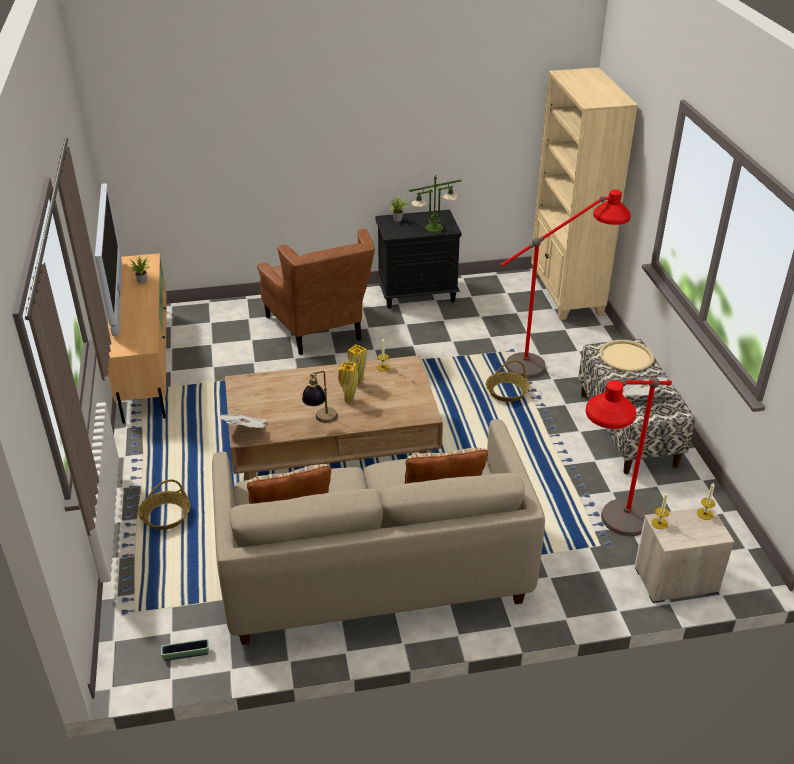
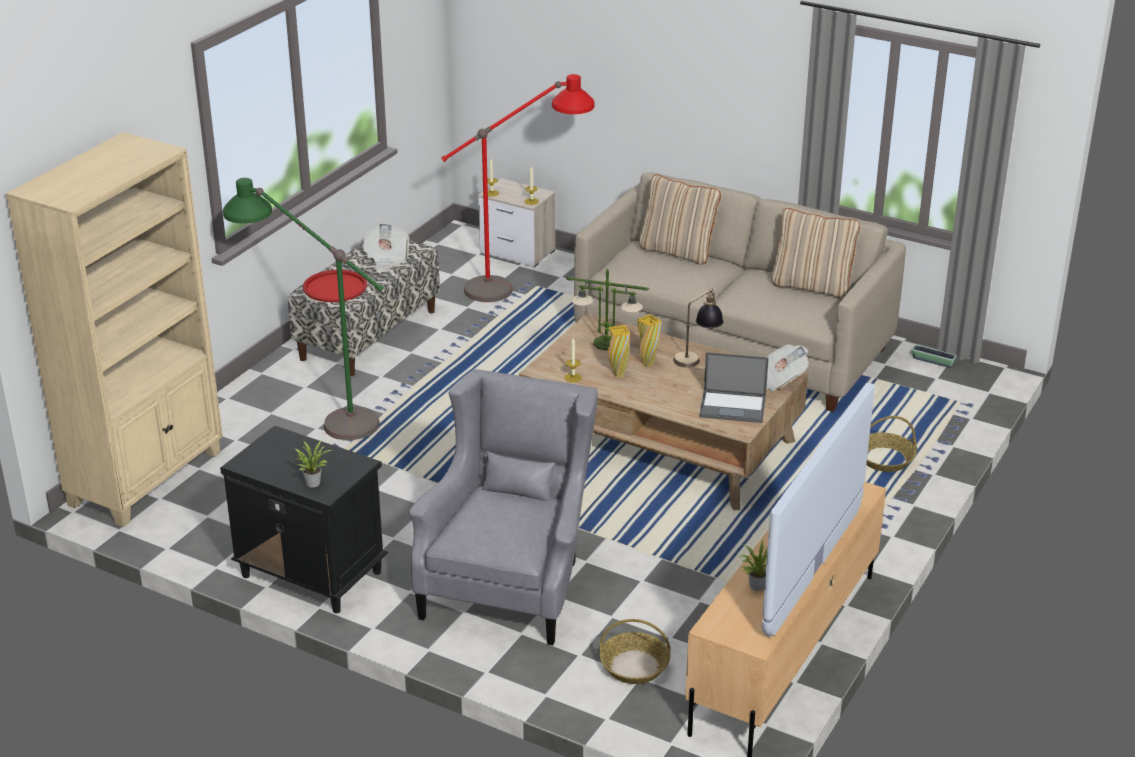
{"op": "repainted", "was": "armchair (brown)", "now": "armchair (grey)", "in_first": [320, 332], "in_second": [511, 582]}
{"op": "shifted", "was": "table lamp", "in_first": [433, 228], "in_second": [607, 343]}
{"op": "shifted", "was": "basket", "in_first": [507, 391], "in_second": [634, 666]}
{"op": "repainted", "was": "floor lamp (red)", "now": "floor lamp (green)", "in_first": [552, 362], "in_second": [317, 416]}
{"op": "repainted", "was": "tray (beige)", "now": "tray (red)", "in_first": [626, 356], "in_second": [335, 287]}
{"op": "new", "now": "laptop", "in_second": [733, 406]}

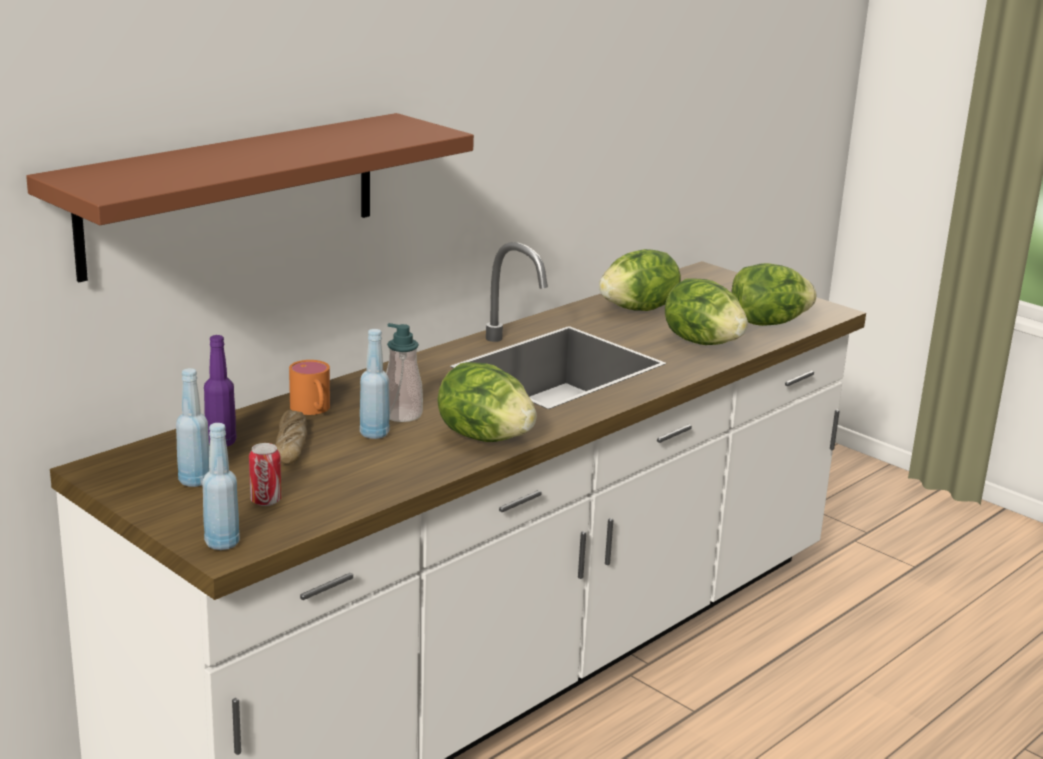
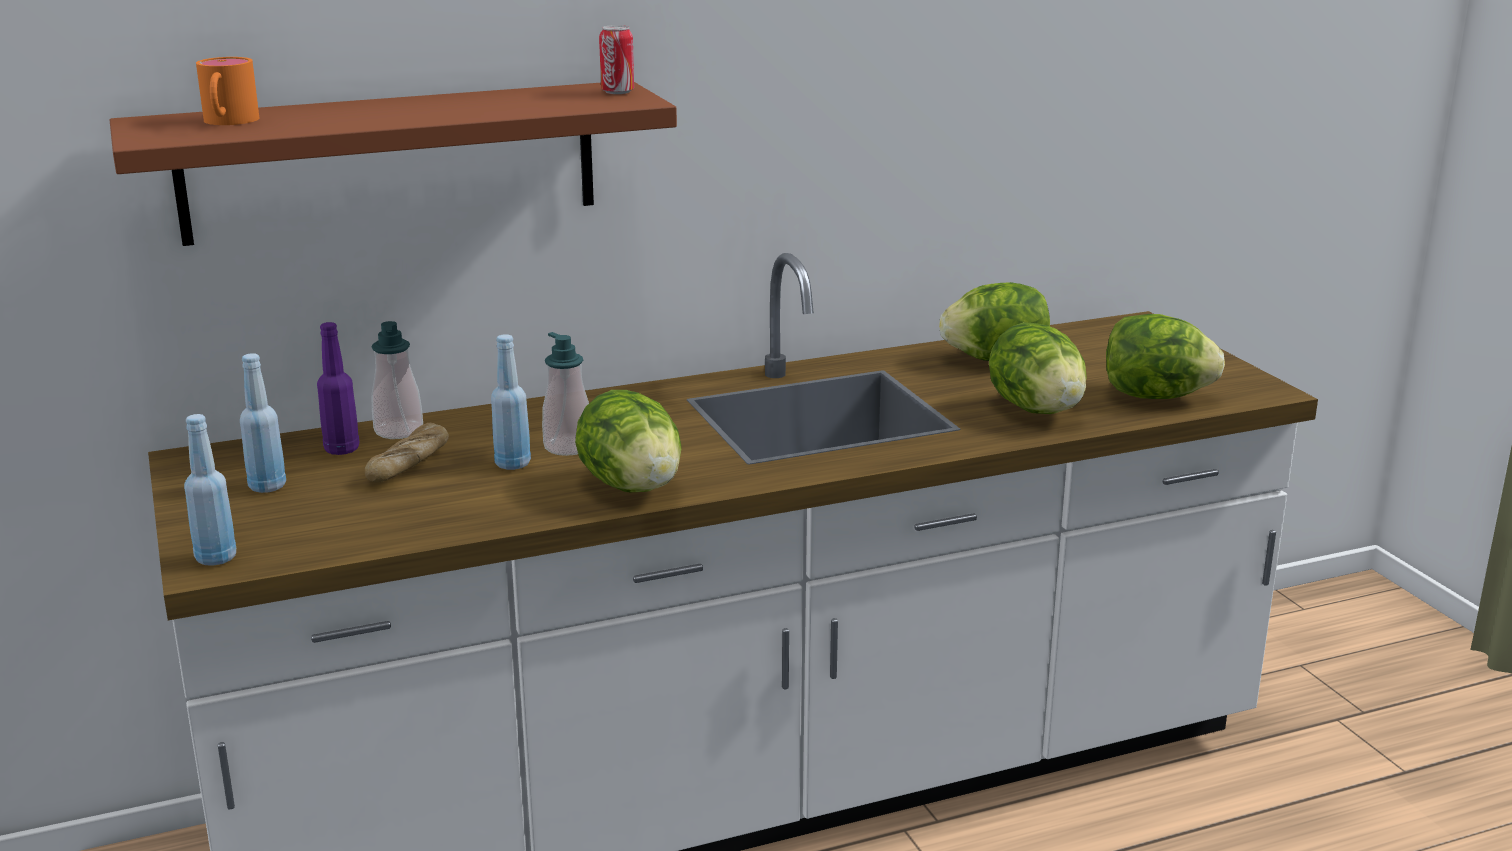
{"op": "shifted", "was": "can", "in_first": [265, 501], "in_second": [617, 92]}
{"op": "shifted", "was": "mug (orange)", "in_first": [313, 410], "in_second": [228, 122]}
{"op": "new", "now": "soap dispenser", "in_second": [398, 431]}

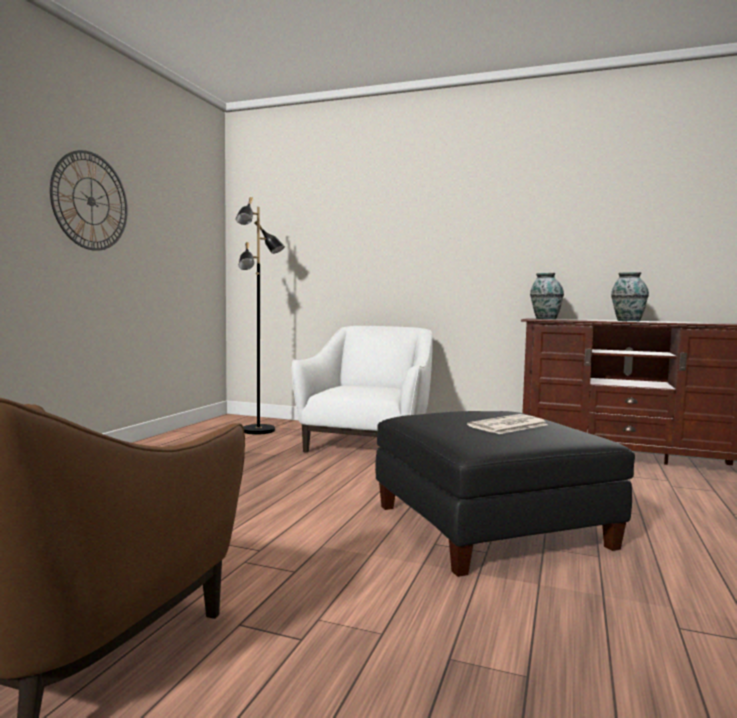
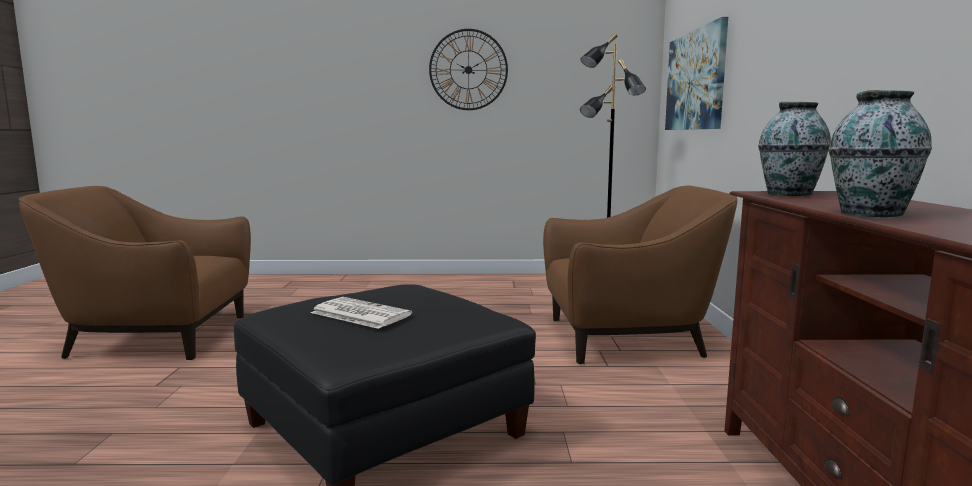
{"op": "repainted", "was": "armchair (white)", "now": "armchair (brown)", "in_first": [368, 445], "in_second": [626, 338]}
{"op": "new", "now": "picture", "in_second": [695, 81]}

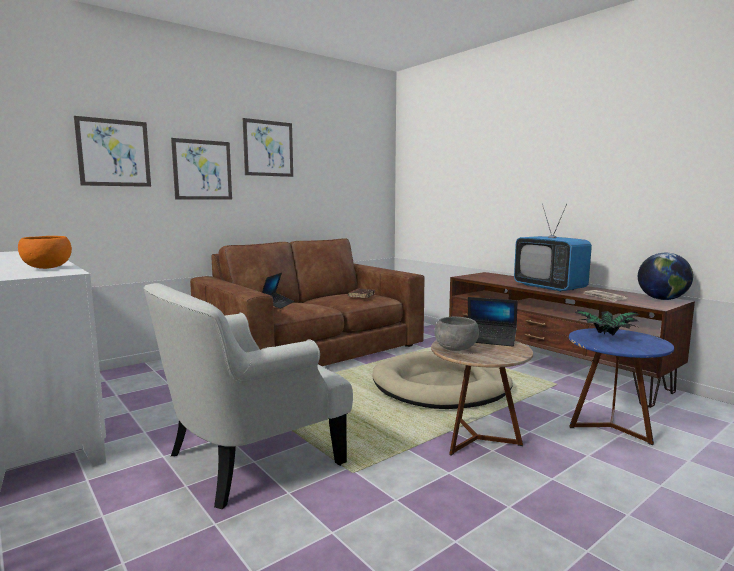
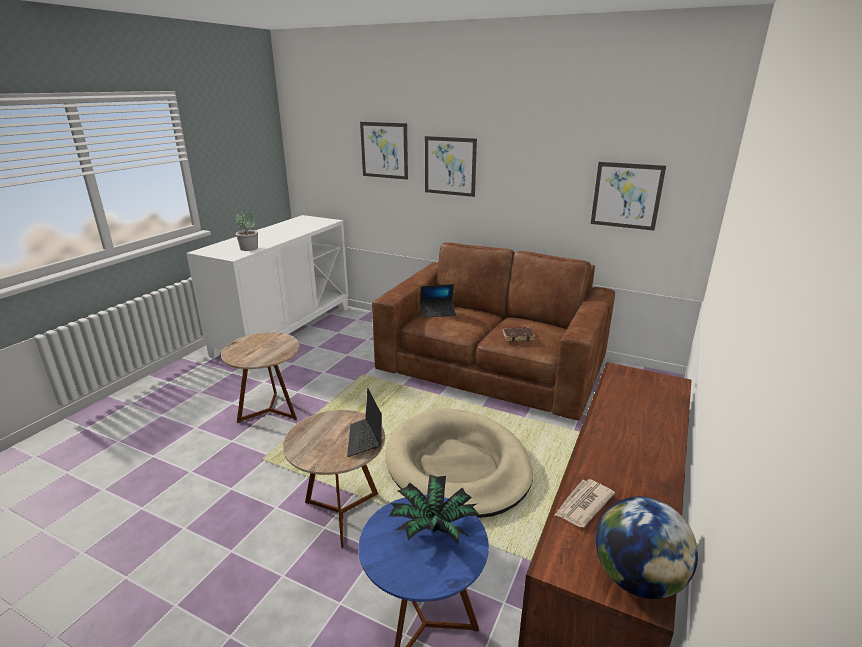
{"op": "swapped", "was": "bowl (orange)", "now": "potted plant", "in_first": [47, 268], "in_second": [248, 248]}
{"op": "swapped", "was": "armchair (white)", "now": "side table (brown)", "in_first": [249, 458], "in_second": [270, 411]}
{"op": "shifted", "was": "picture", "in_first": [268, 148], "in_second": [626, 196]}
{"op": "gone", "was": "bowl (grey)", "in_first": [455, 349]}
{"op": "gone", "was": "television", "in_first": [549, 287]}

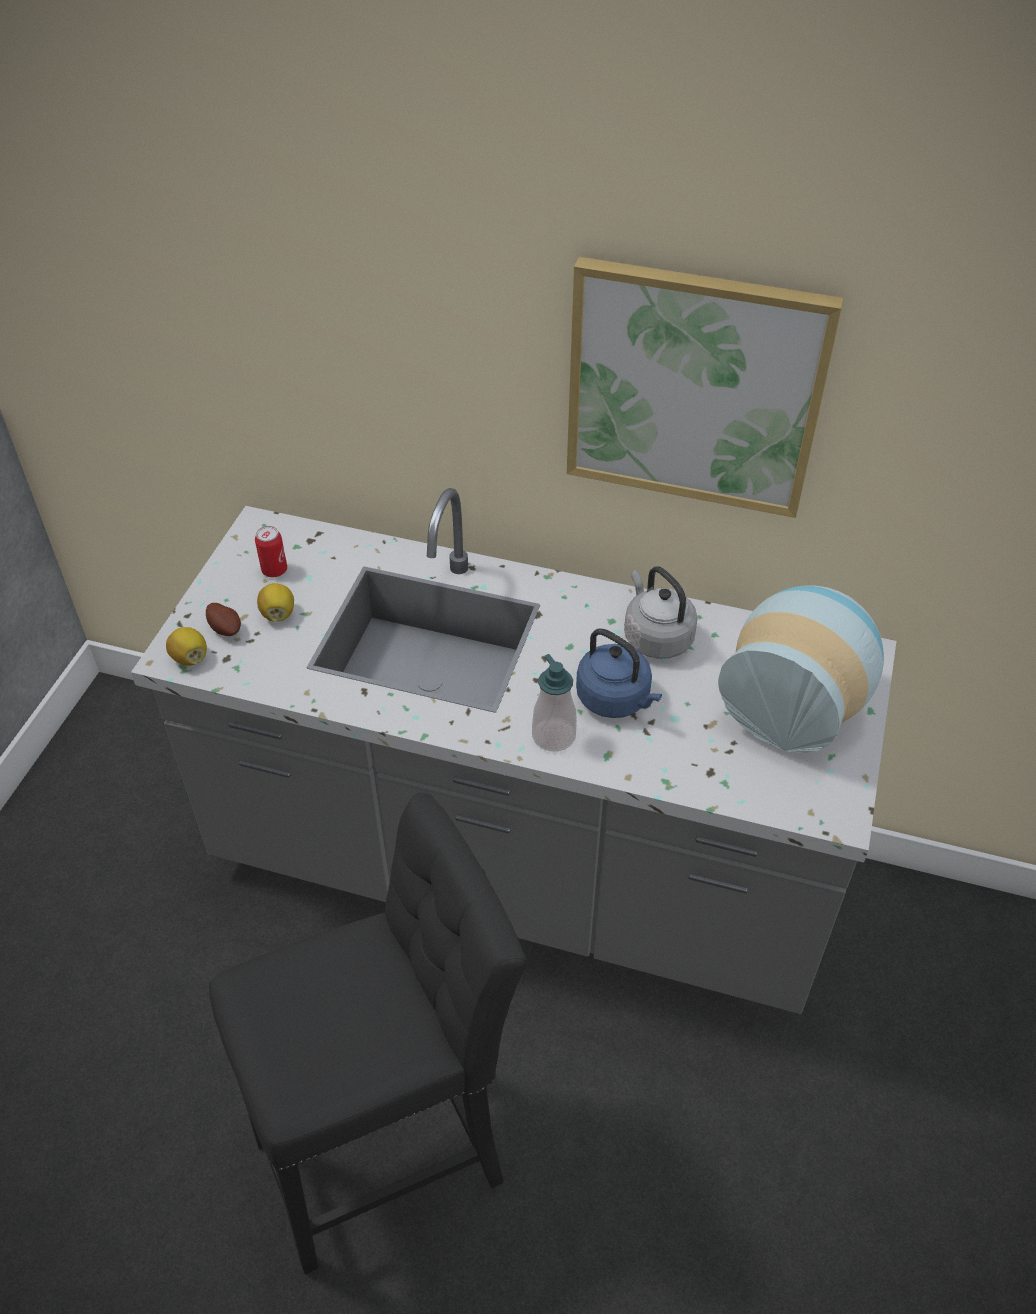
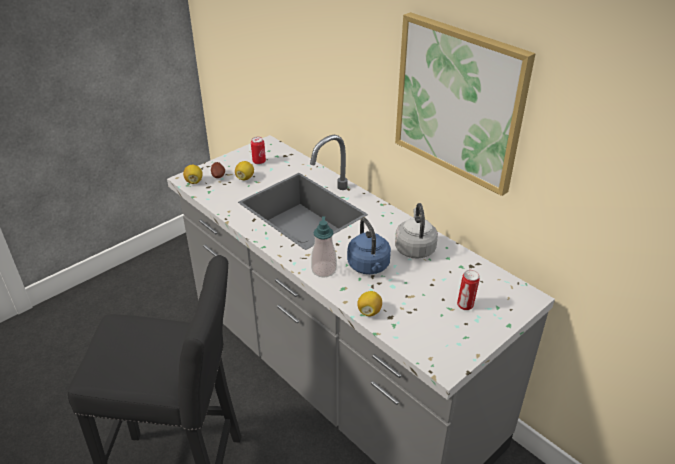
{"op": "swapped", "was": "vase", "now": "can", "in_first": [795, 705], "in_second": [465, 306]}
{"op": "new", "now": "lemon", "in_second": [369, 311]}

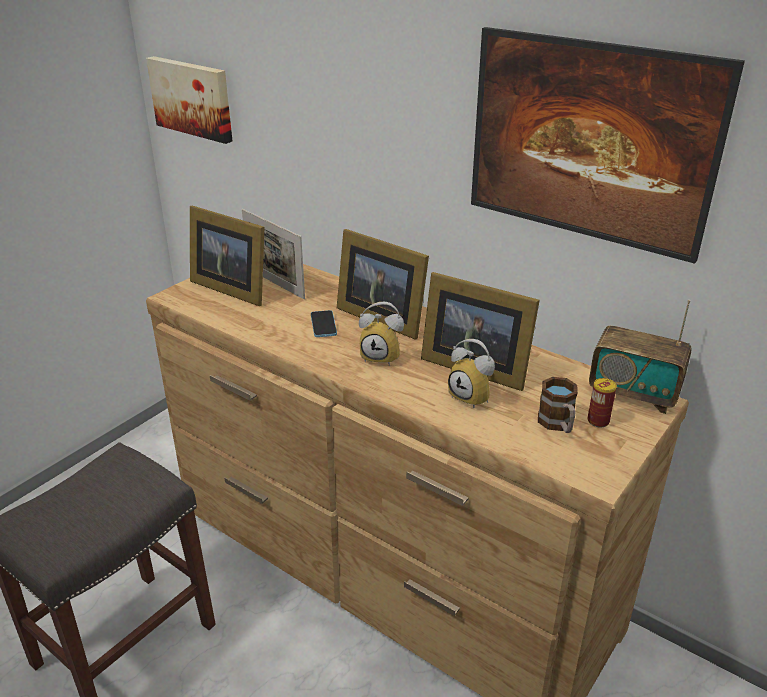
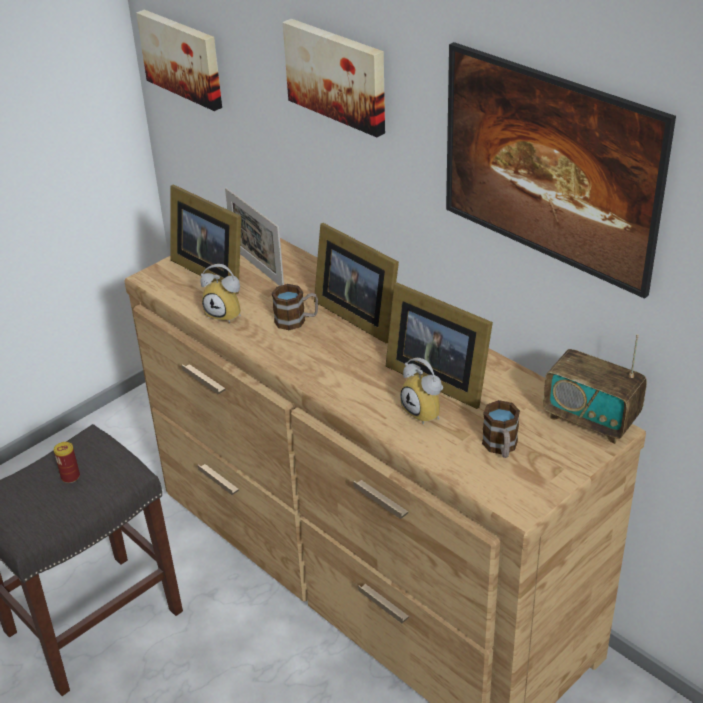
{"op": "swapped", "was": "phone", "now": "mug", "in_first": [323, 325], "in_second": [296, 320]}
{"op": "shifted", "was": "alarm clock", "in_first": [382, 356], "in_second": [227, 314]}
{"op": "shifted", "was": "can", "in_first": [598, 421], "in_second": [70, 477]}
{"op": "new", "now": "picture", "in_second": [337, 75]}

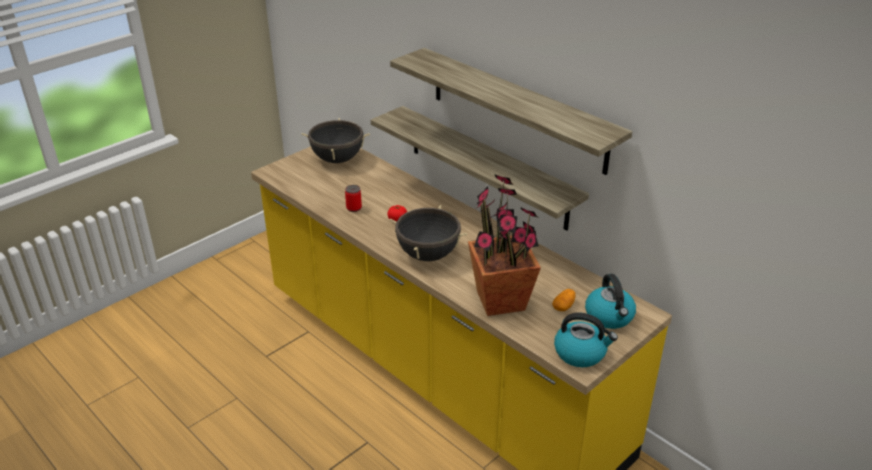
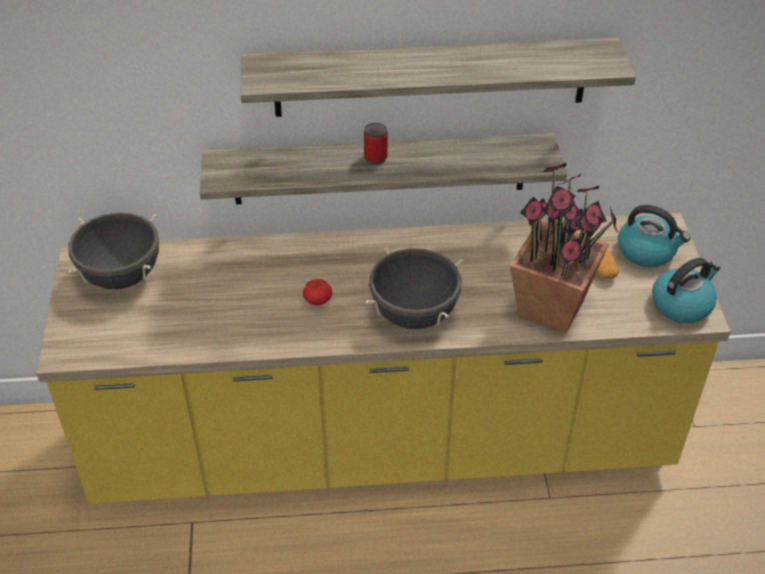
{"op": "shifted", "was": "can", "in_first": [354, 208], "in_second": [375, 157]}

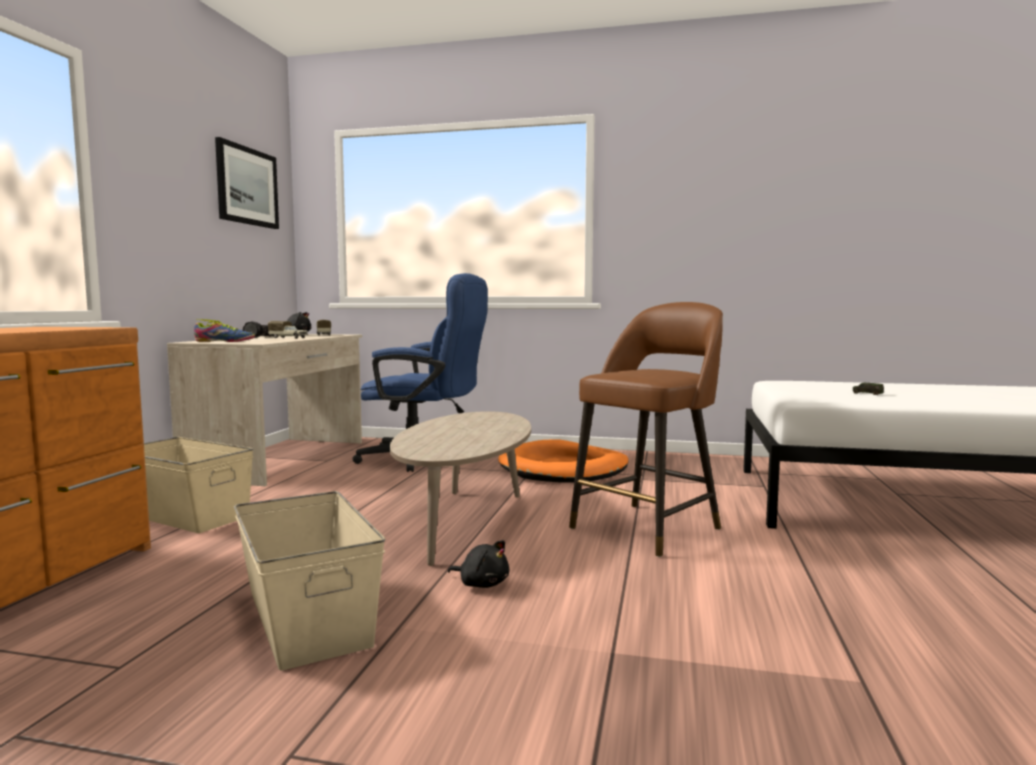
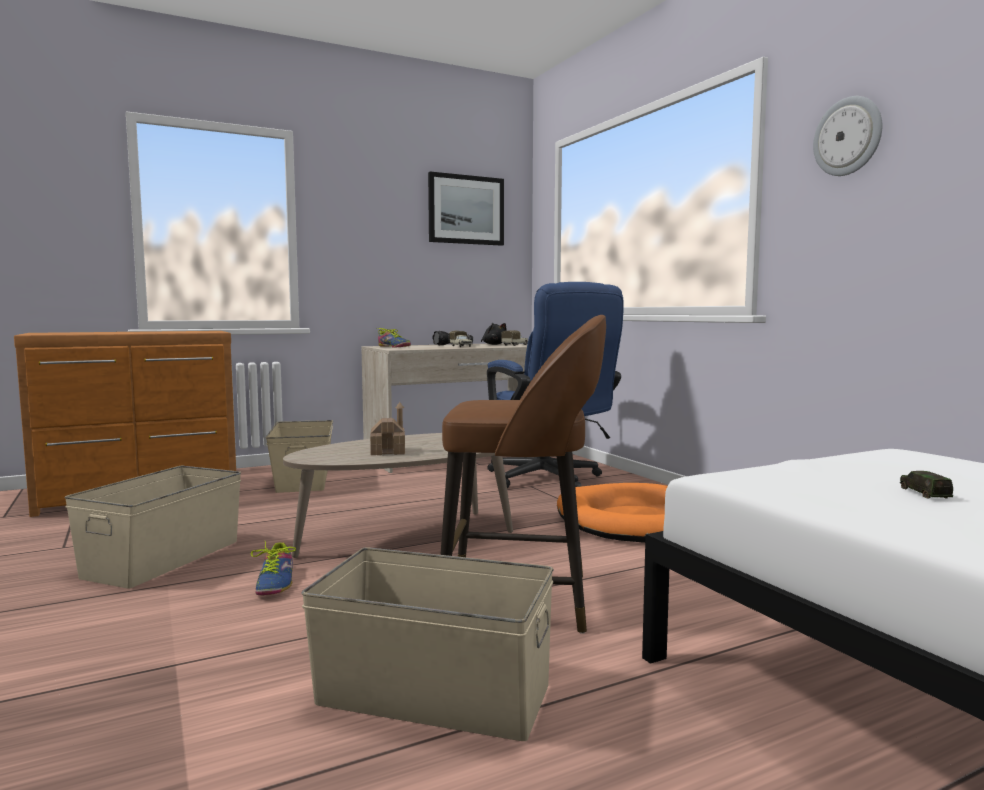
{"op": "swapped", "was": "plush toy (black)", "now": "shoe", "in_first": [482, 584], "in_second": [275, 582]}
{"op": "new", "now": "storage box (beige)", "in_second": [434, 695]}
{"op": "new", "now": "toy house", "in_second": [388, 451]}
{"op": "new", "now": "wall clock", "in_second": [848, 137]}

